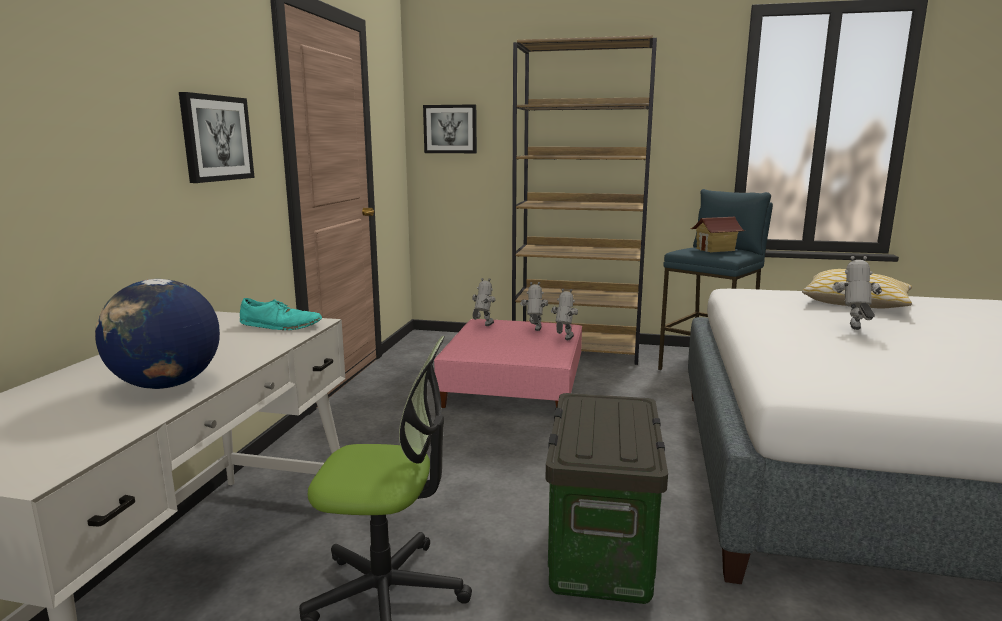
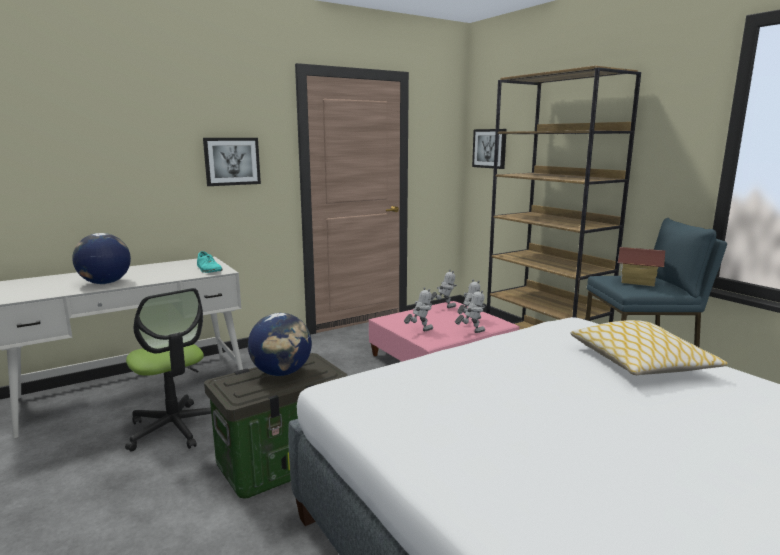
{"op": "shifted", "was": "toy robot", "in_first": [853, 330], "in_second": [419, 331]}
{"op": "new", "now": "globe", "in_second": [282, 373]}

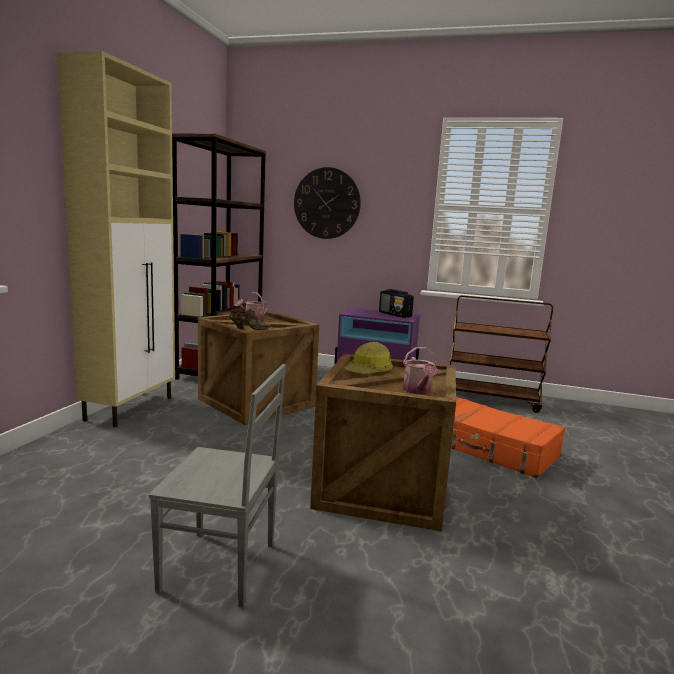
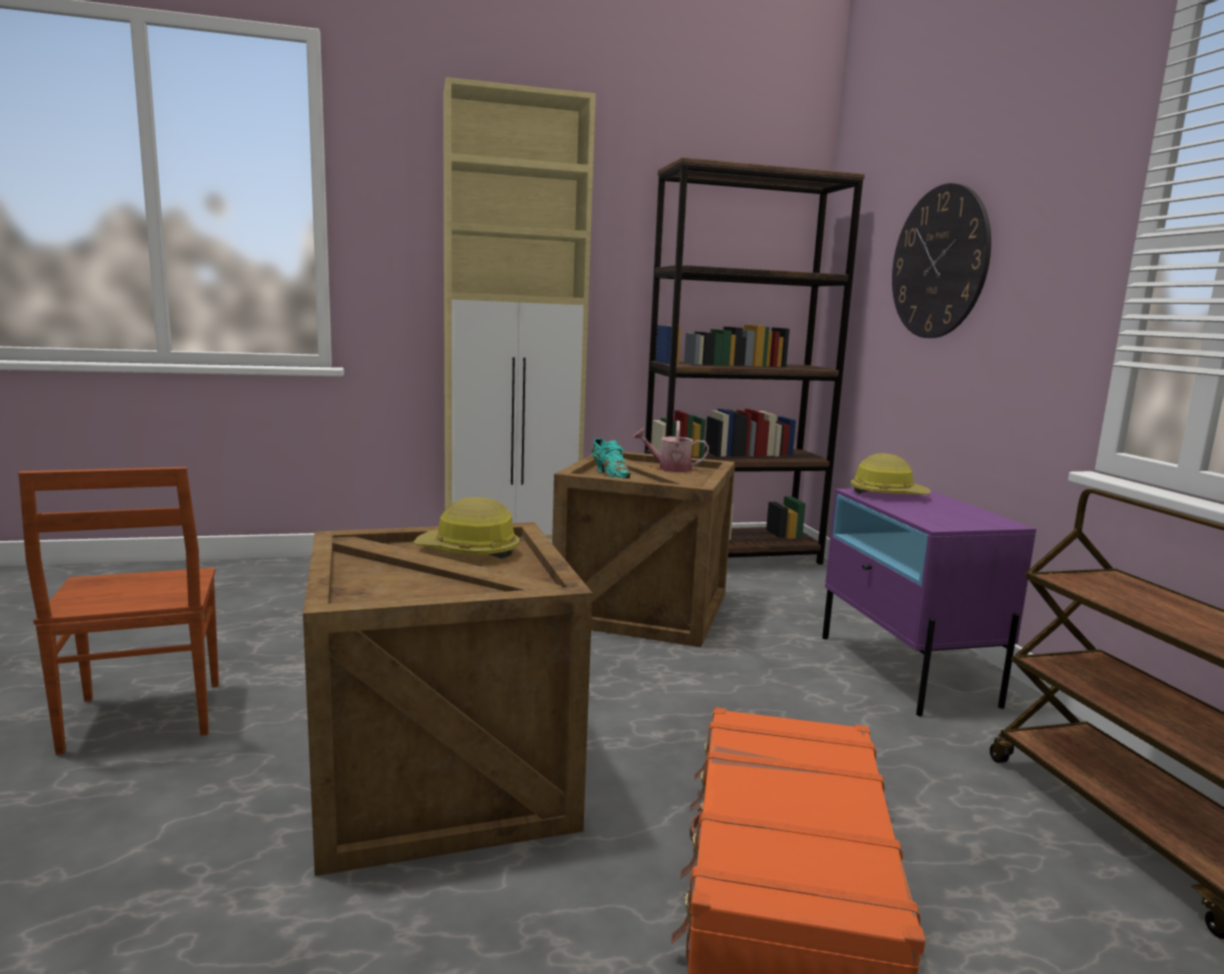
{"op": "repainted", "was": "chair (grey)", "now": "chair (brown)", "in_first": [220, 568], "in_second": [141, 718]}
{"op": "repainted", "was": "shoe (brown)", "now": "shoe (turquoise)", "in_first": [248, 328], "in_second": [610, 474]}
{"op": "gone", "was": "radio", "in_first": [395, 315]}
{"op": "gone", "was": "watering can", "in_first": [418, 391]}
{"op": "new", "now": "hard hat", "in_second": [887, 494]}

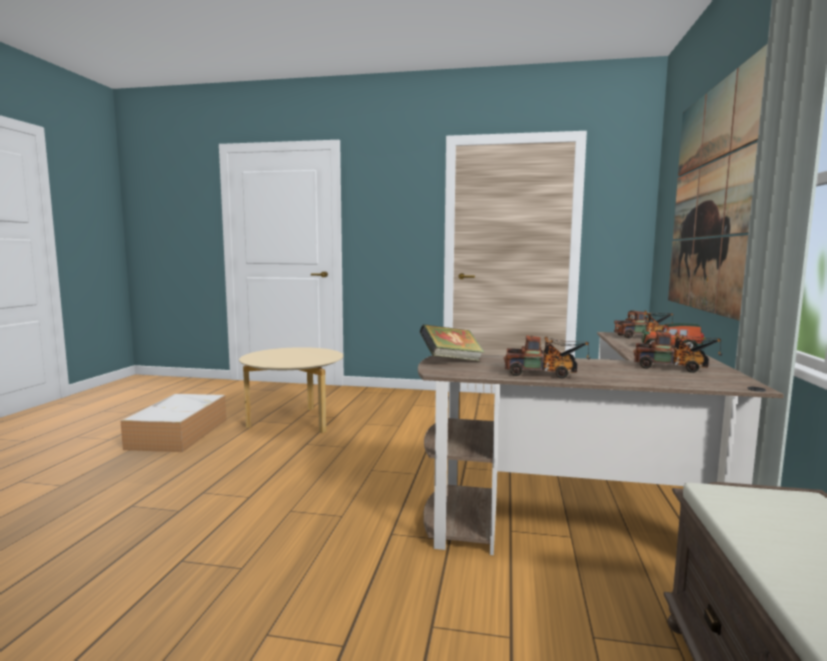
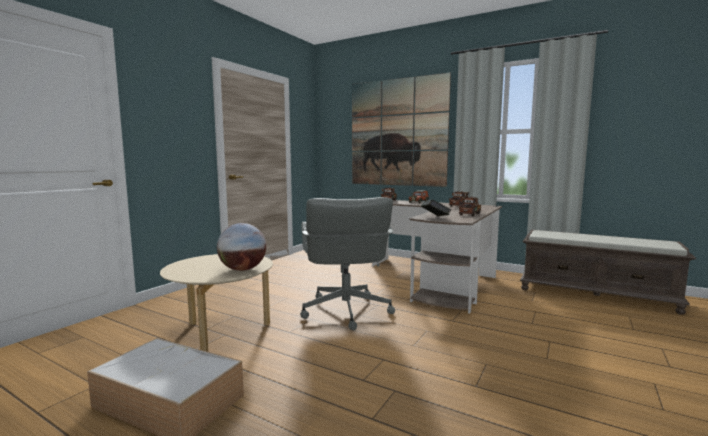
{"op": "new", "now": "globe", "in_second": [243, 269]}
{"op": "new", "now": "office chair (grey)", "in_second": [345, 311]}

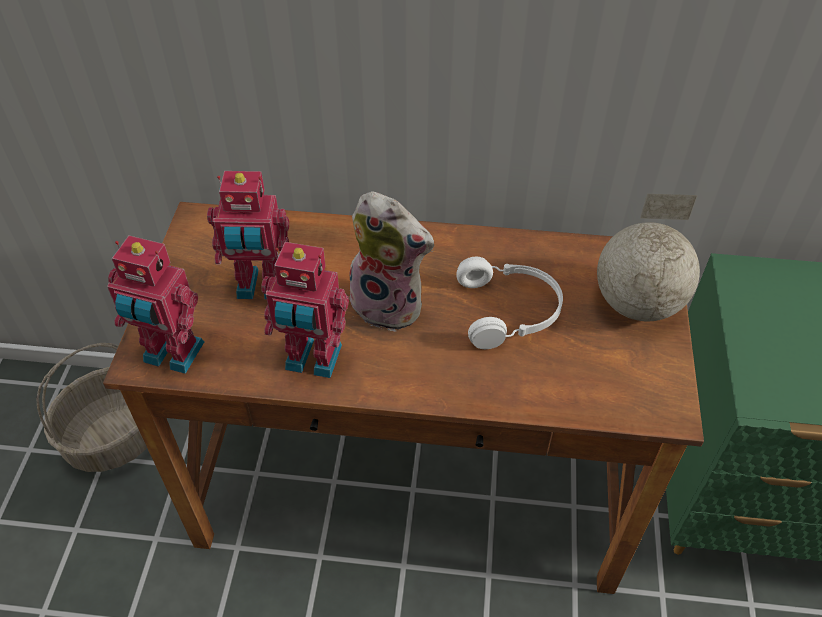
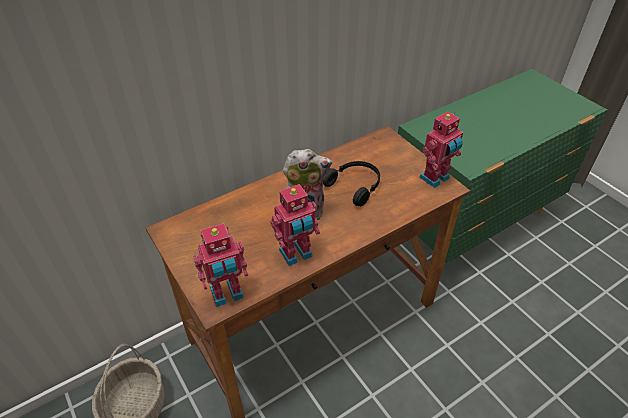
{"op": "shifted", "was": "toy robot", "in_first": [260, 287], "in_second": [436, 179]}
{"op": "repainted", "was": "headphones (white)", "now": "headphones (black)", "in_first": [510, 311], "in_second": [355, 186]}
{"op": "gone", "was": "globe", "in_first": [636, 303]}

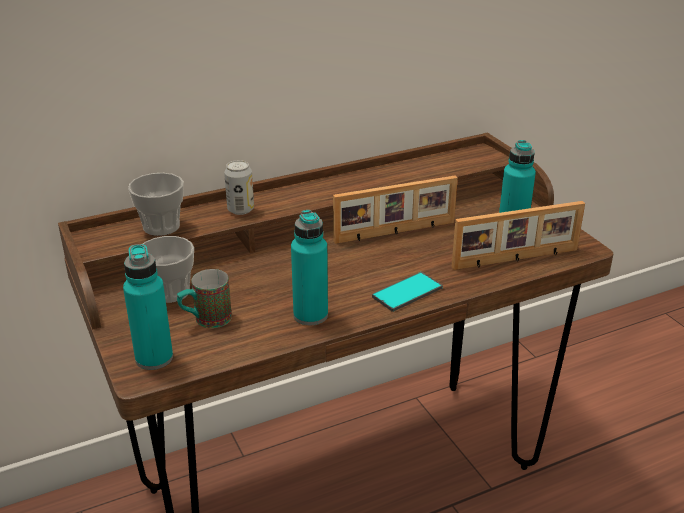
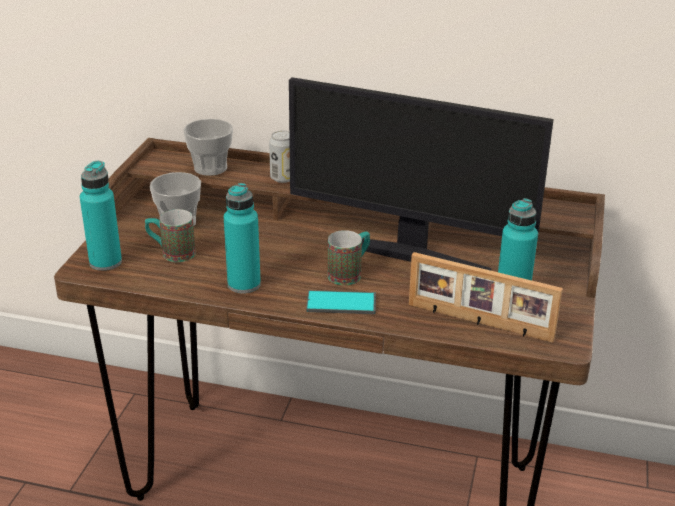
{"op": "swapped", "was": "picture frame", "now": "monitor", "in_first": [395, 232], "in_second": [409, 253]}
{"op": "new", "now": "mug", "in_second": [350, 273]}

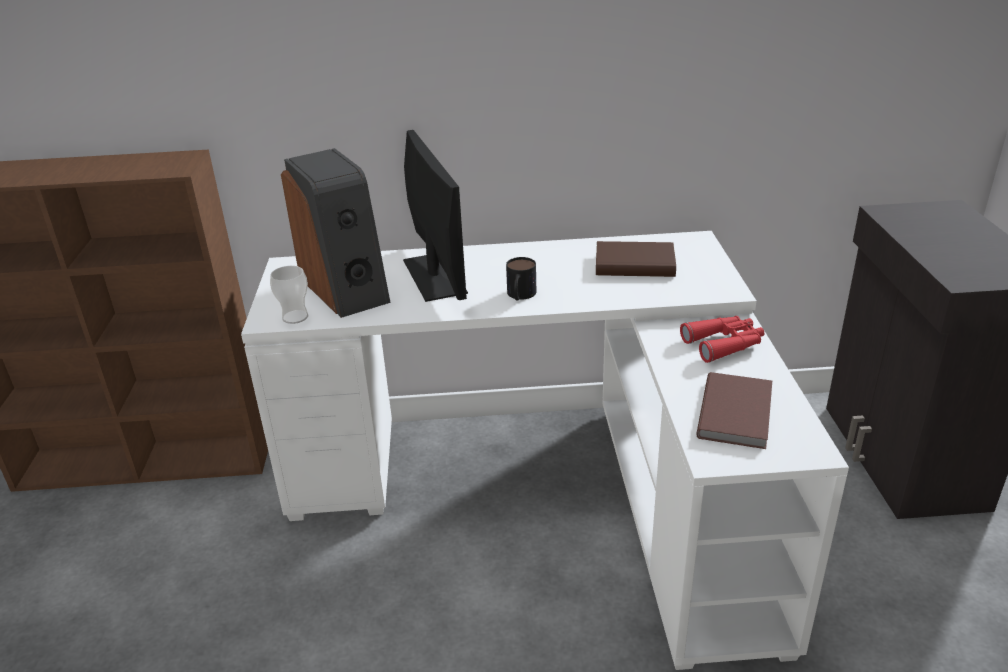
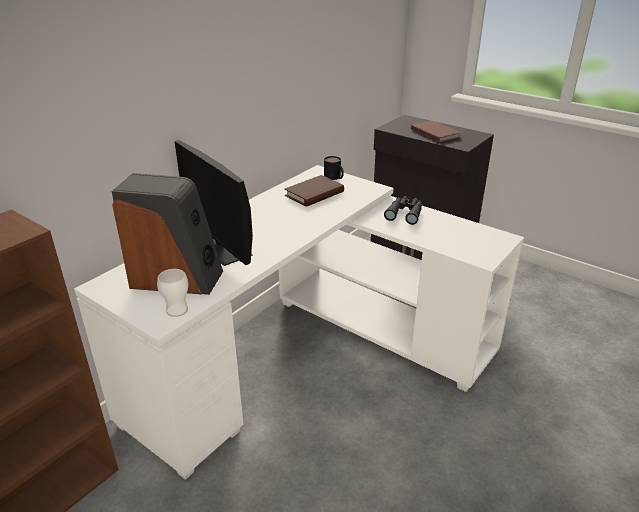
{"op": "rotated", "was": "monitor", "in_first": [434, 276], "in_second": [220, 246], "clockwise": -150}
{"op": "shifted", "was": "mug", "in_first": [520, 296], "in_second": [334, 178]}
{"op": "repainted", "was": "binoculars (red)", "now": "binoculars (black)", "in_first": [724, 344], "in_second": [405, 213]}
{"op": "shifted", "was": "book (brown)", "in_first": [737, 412], "in_second": [435, 133]}

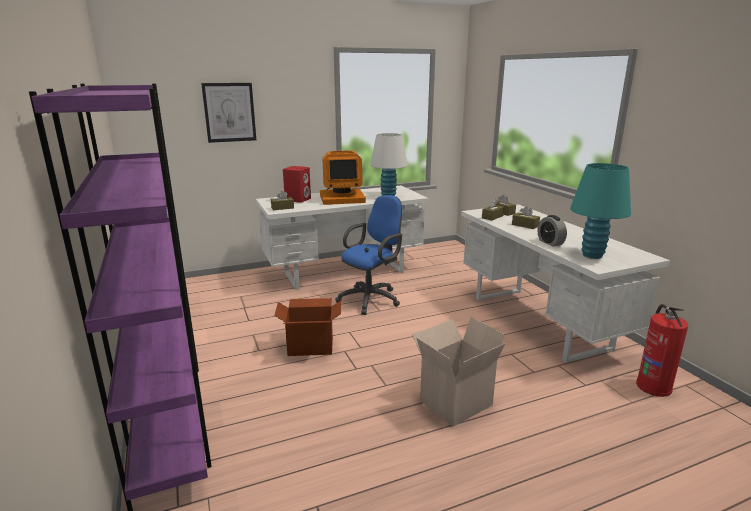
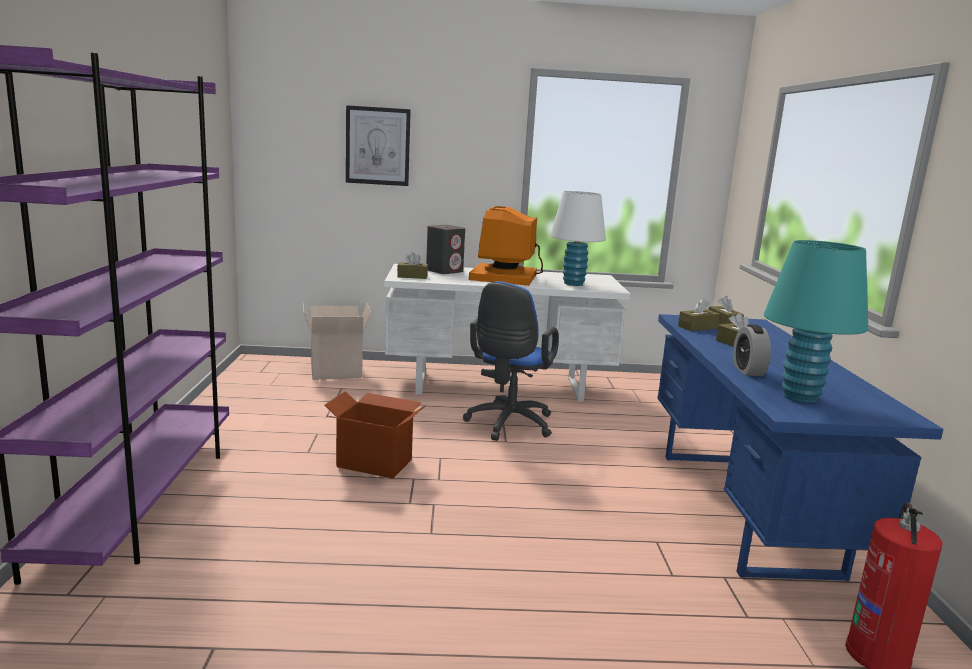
{"op": "repainted", "was": "speaker (red)", "now": "speaker (grey)", "in_first": [298, 199], "in_second": [444, 271]}
{"op": "rotated", "was": "monitor", "in_first": [342, 198], "in_second": [505, 277], "clockwise": 90}
{"op": "rotated", "was": "office chair (blue)", "in_first": [372, 299], "in_second": [508, 425], "clockwise": 135}
{"op": "shifted", "was": "cardboard box", "in_first": [455, 401], "in_second": [337, 371]}
{"op": "repainted", "was": "desk (white)", "now": "desk (blue)", "in_first": [539, 322], "in_second": [745, 510]}

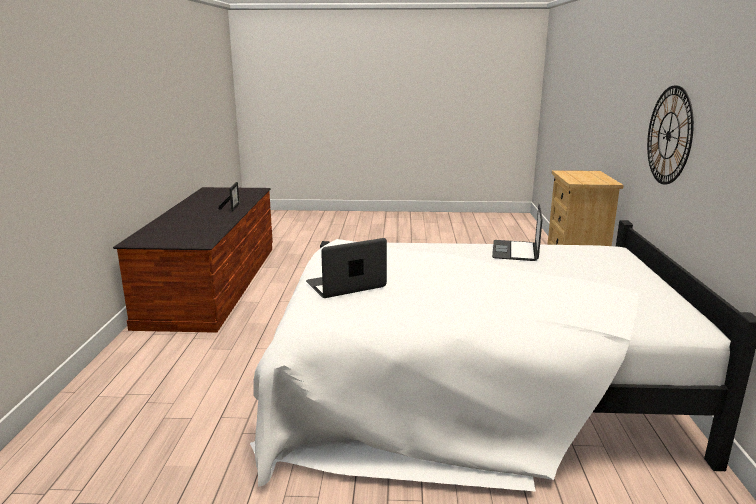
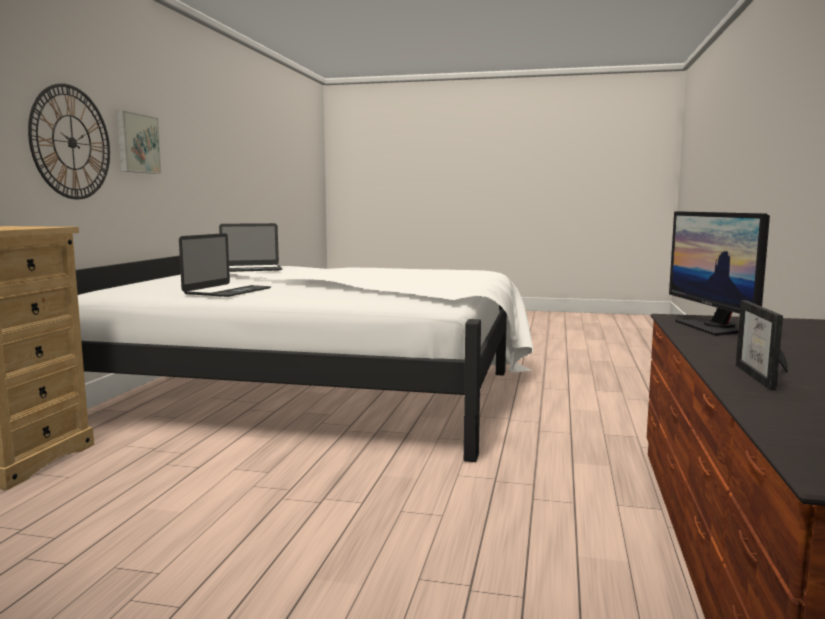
{"op": "shifted", "was": "laptop", "in_first": [345, 285], "in_second": [251, 269]}
{"op": "new", "now": "picture", "in_second": [136, 143]}
{"op": "new", "now": "monitor", "in_second": [712, 328]}

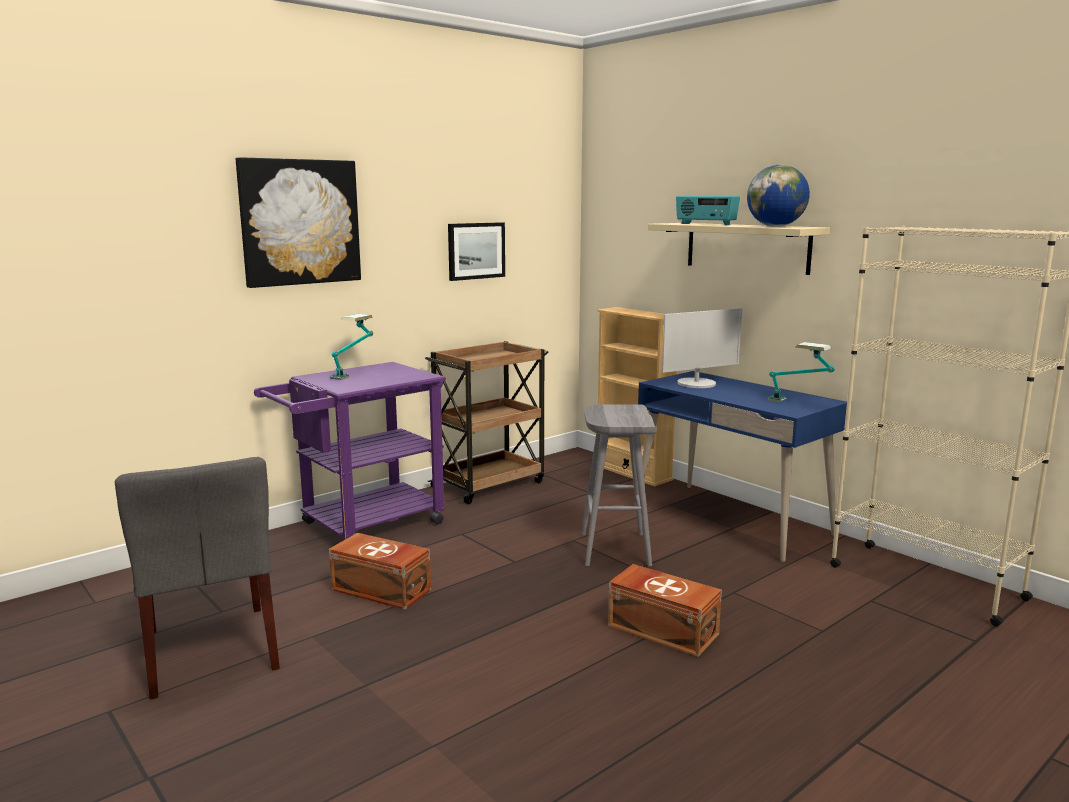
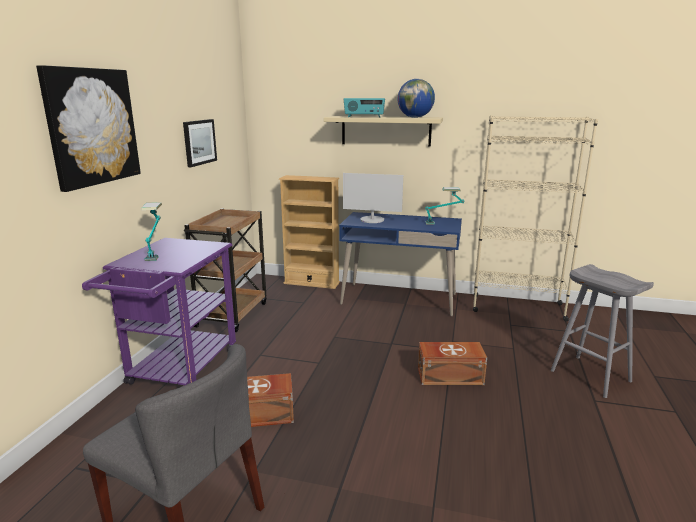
{"op": "shifted", "was": "stool (grey)", "in_first": [614, 548], "in_second": [589, 376]}
{"op": "rotated", "was": "monitor", "in_first": [697, 383], "in_second": [372, 220], "clockwise": 75}

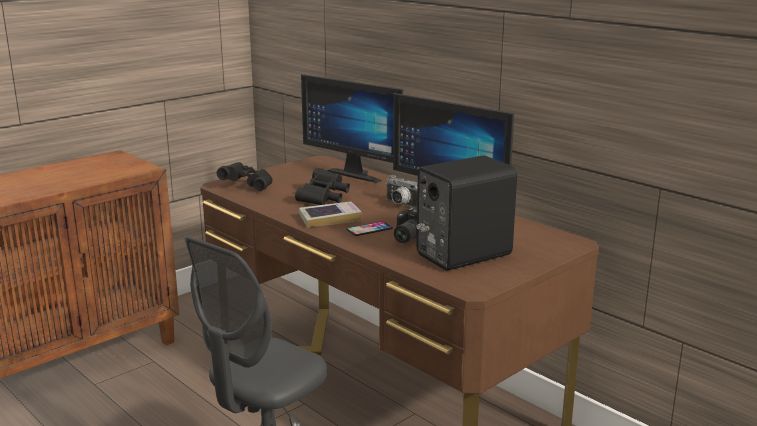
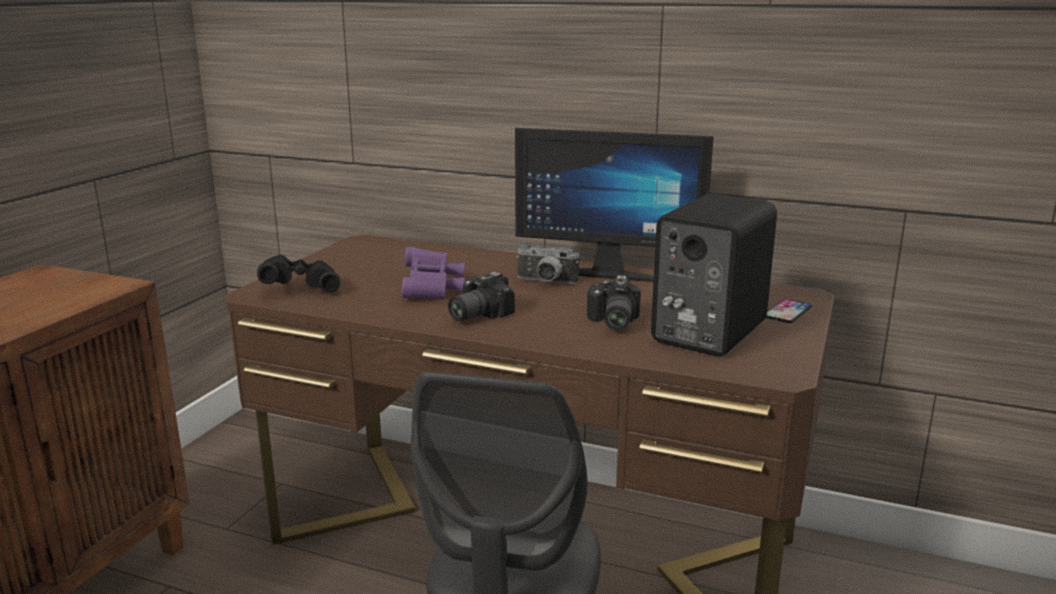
{"op": "repainted", "was": "binoculars (black)", "now": "binoculars (purple)", "in_first": [323, 198], "in_second": [432, 289]}
{"op": "swapped", "was": "book", "now": "photo camera", "in_first": [329, 218], "in_second": [475, 314]}
{"op": "gone", "was": "monitor", "in_first": [358, 173]}
{"op": "shifted", "was": "phone", "in_first": [369, 229], "in_second": [787, 311]}

